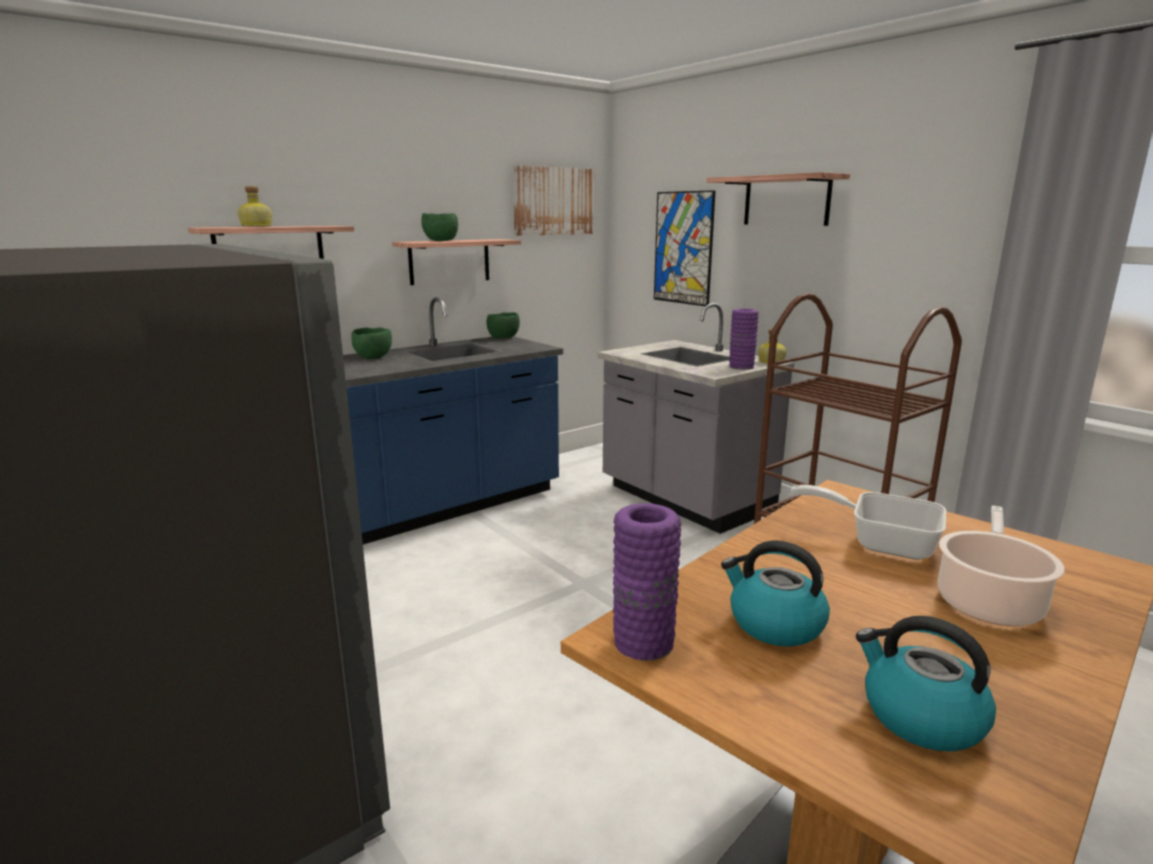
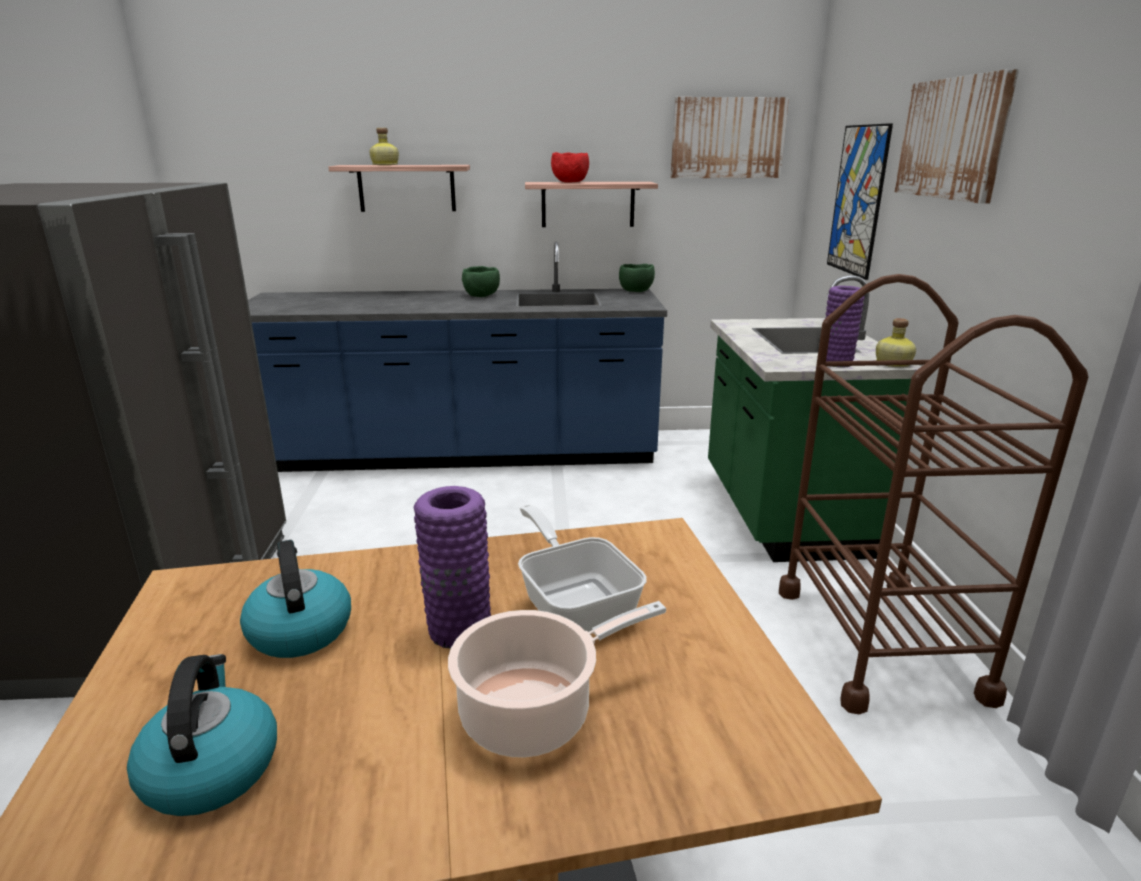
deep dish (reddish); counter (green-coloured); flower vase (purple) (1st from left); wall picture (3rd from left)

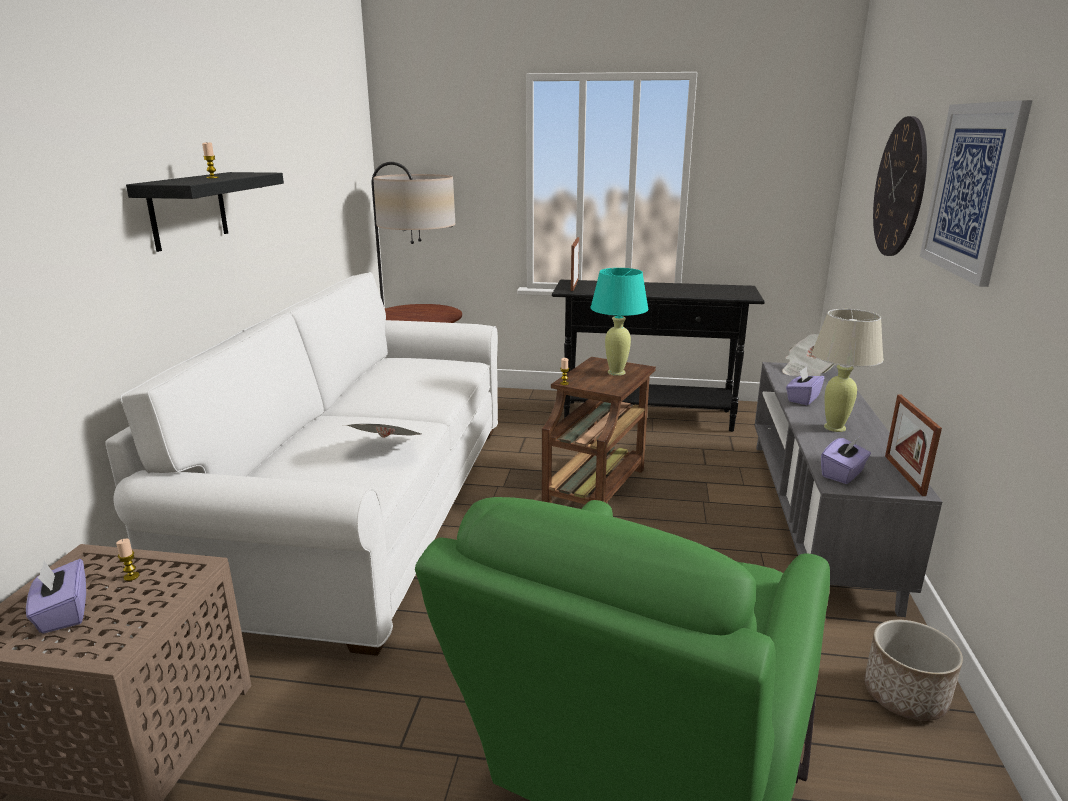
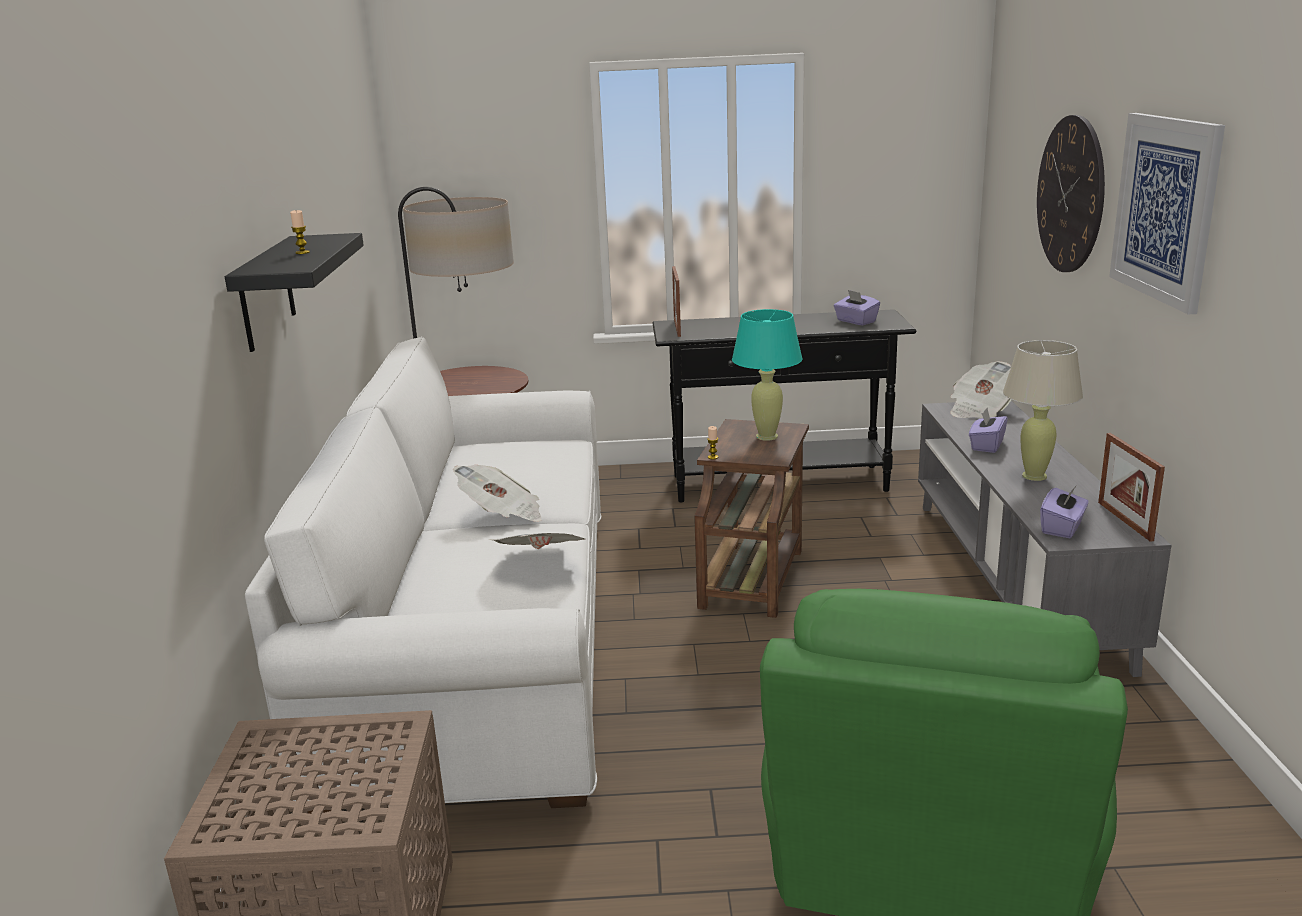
tissue box (purple) (1st from left); wax light (1st from left in the first image); plant pot; newspaper (1st from left)

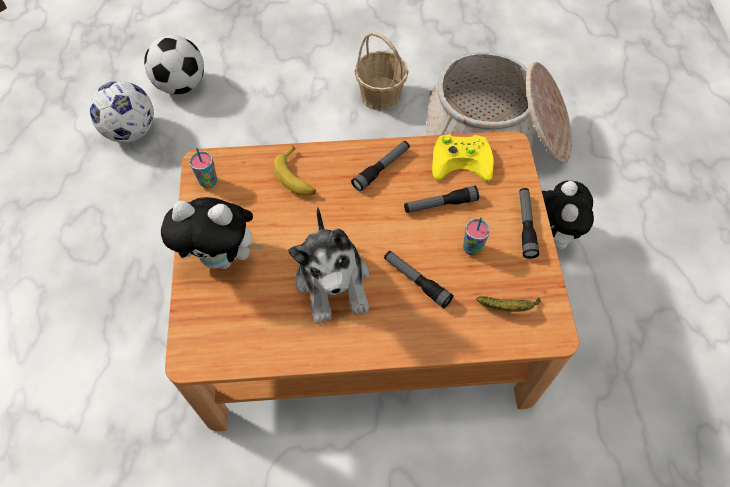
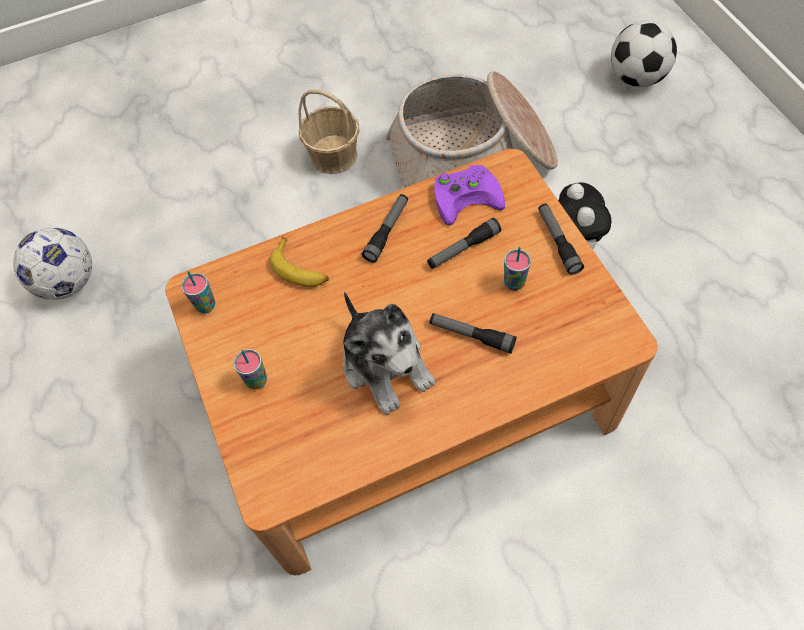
football ball (2nd from left); drinking cup (2nd from left); game controller (purple); whole banana (2nd from left in the first image)

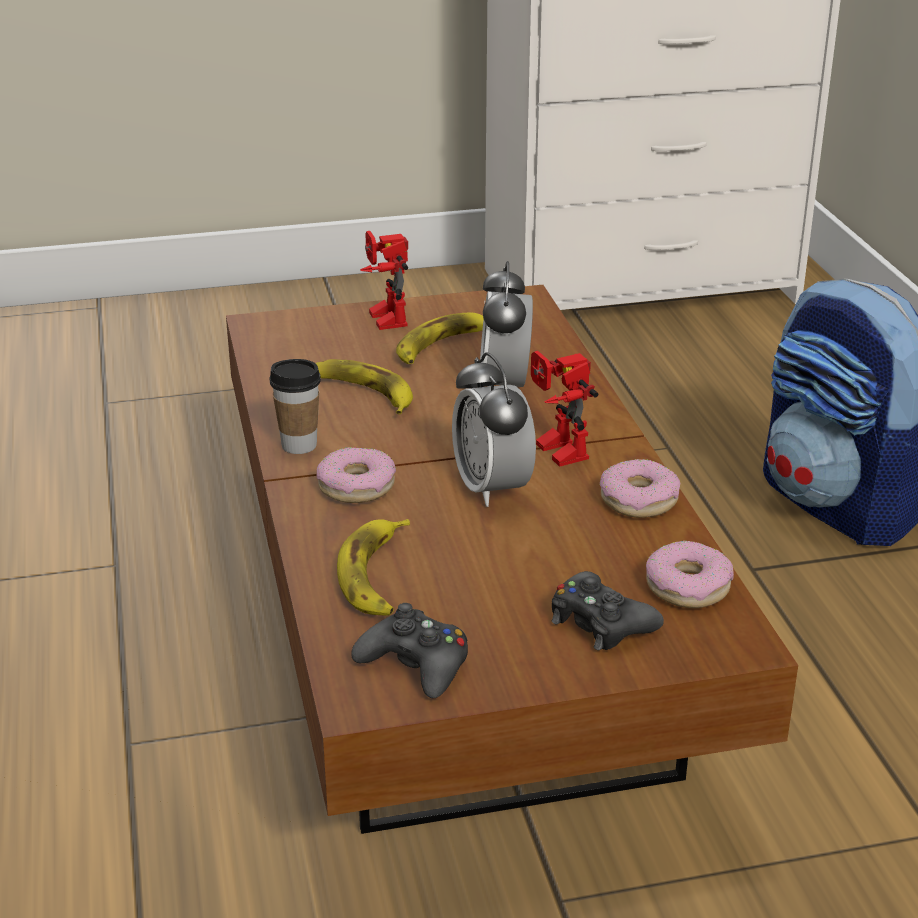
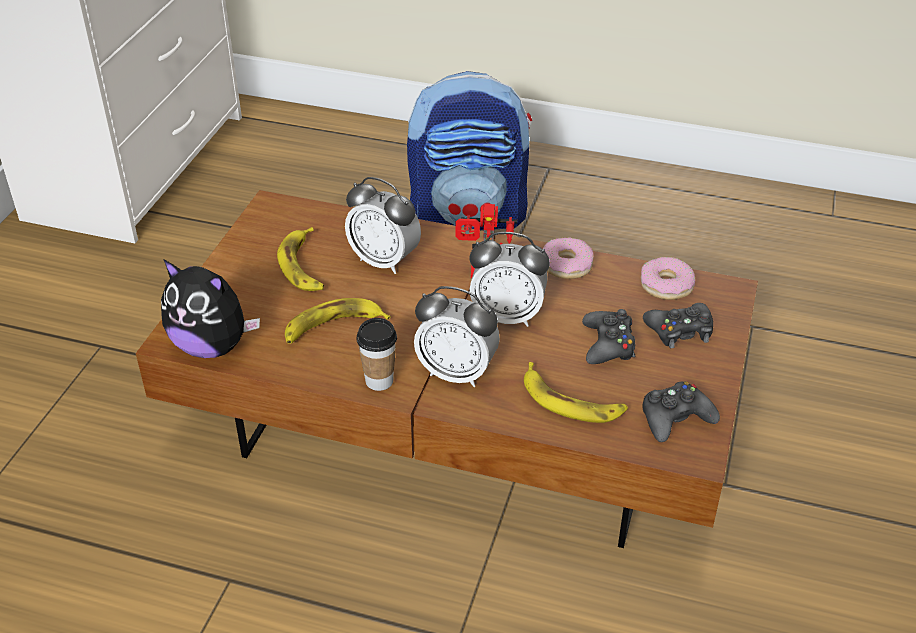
table clock (2nd from left); robot figure (1st from left in the first image); soft toy; game controller (blackish) (1st from left)

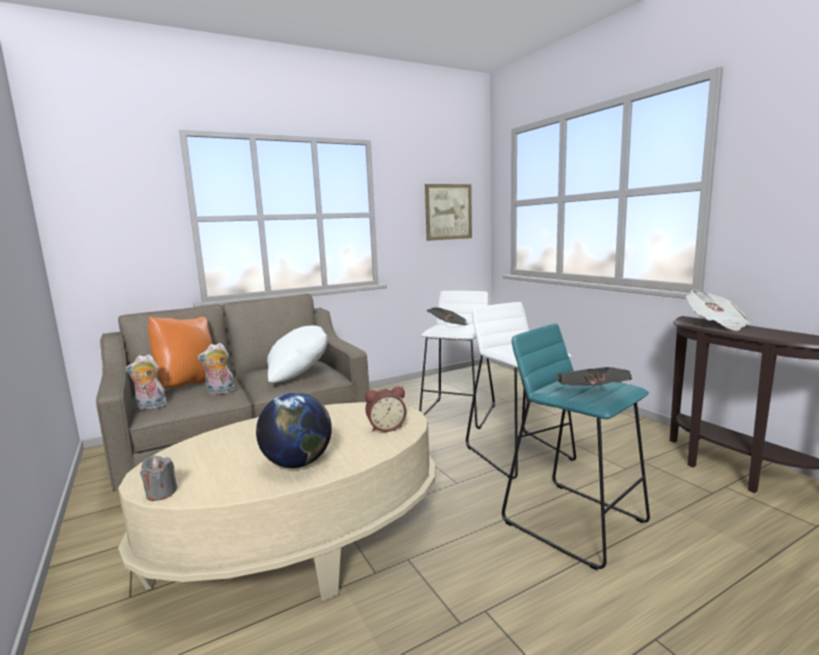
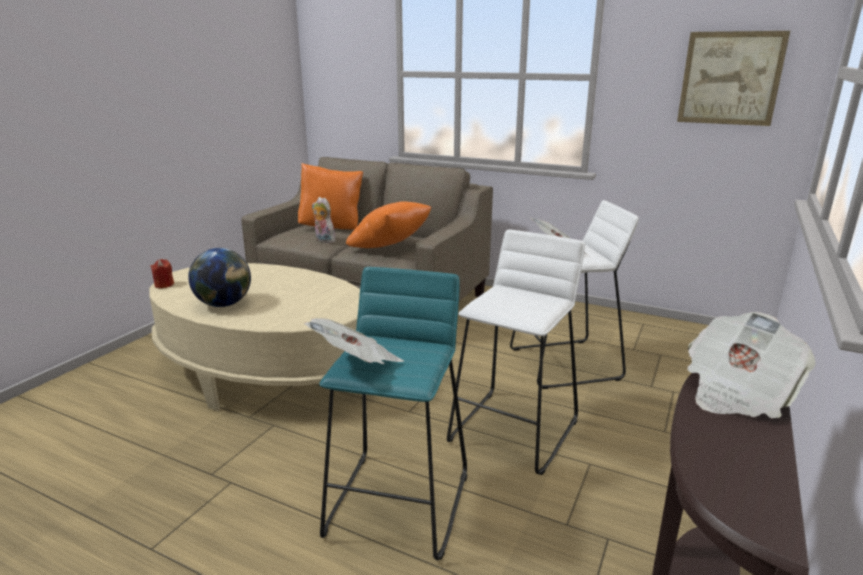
soft toy (1st from left in the first image); wax light (reddish); cushion (orangey) (2nd from left); table clock

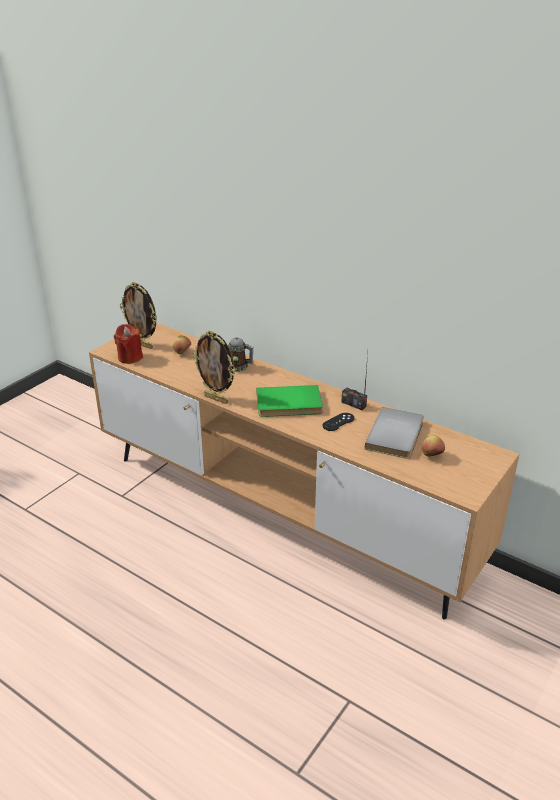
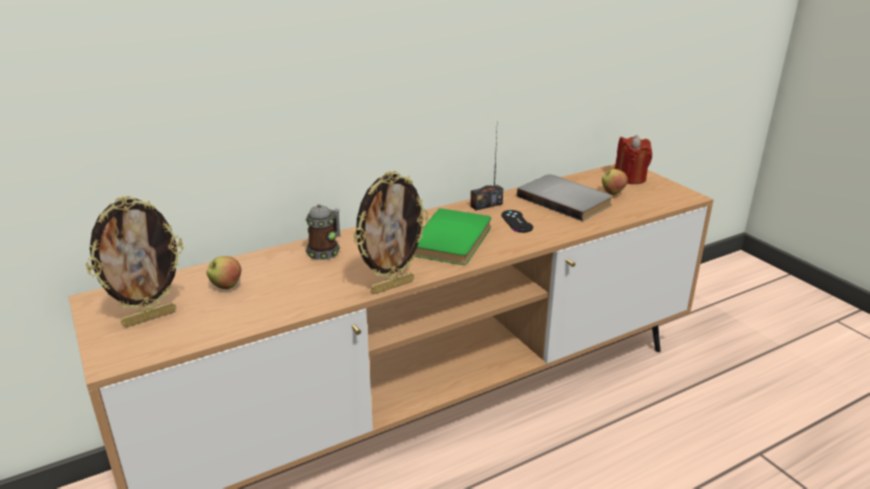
wax light (reddish)

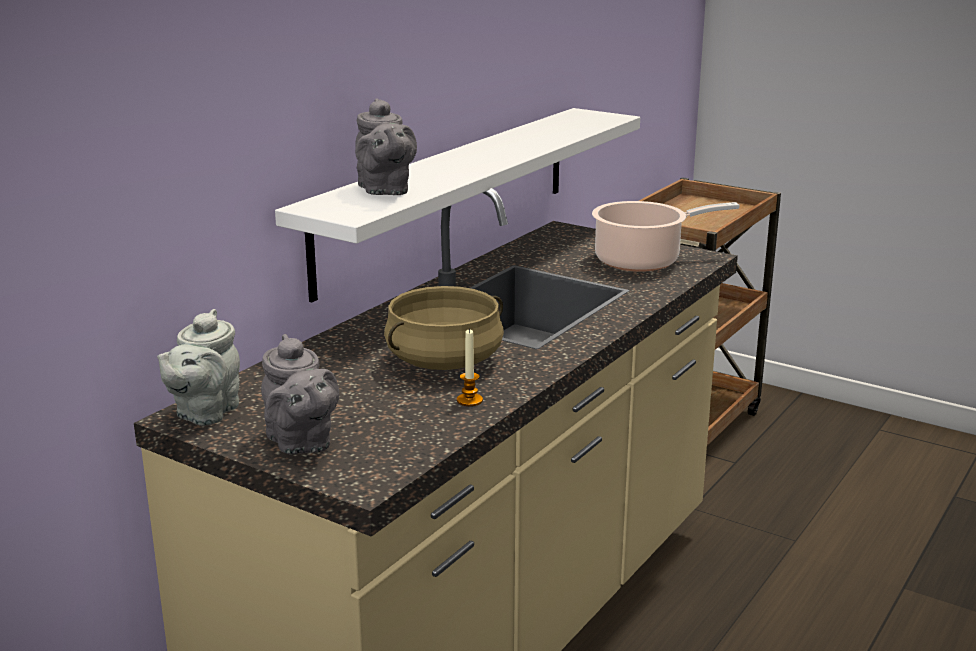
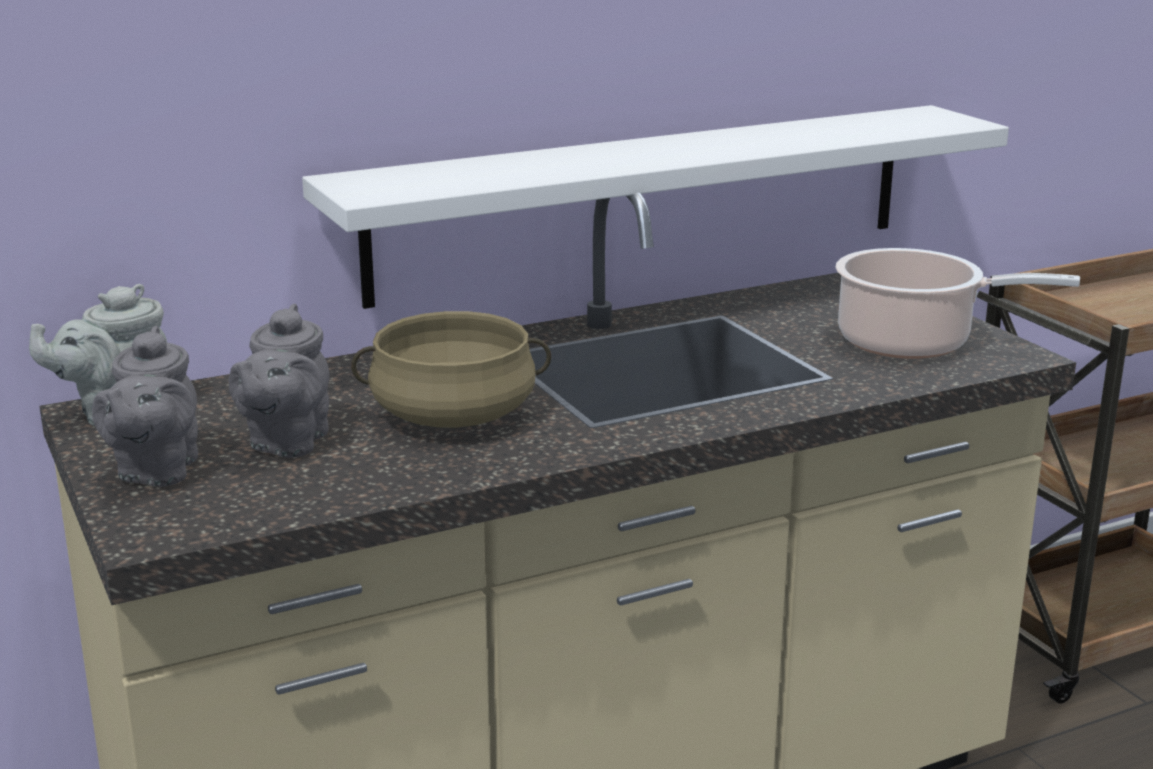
teapot (grey) (3rd from left); wax light

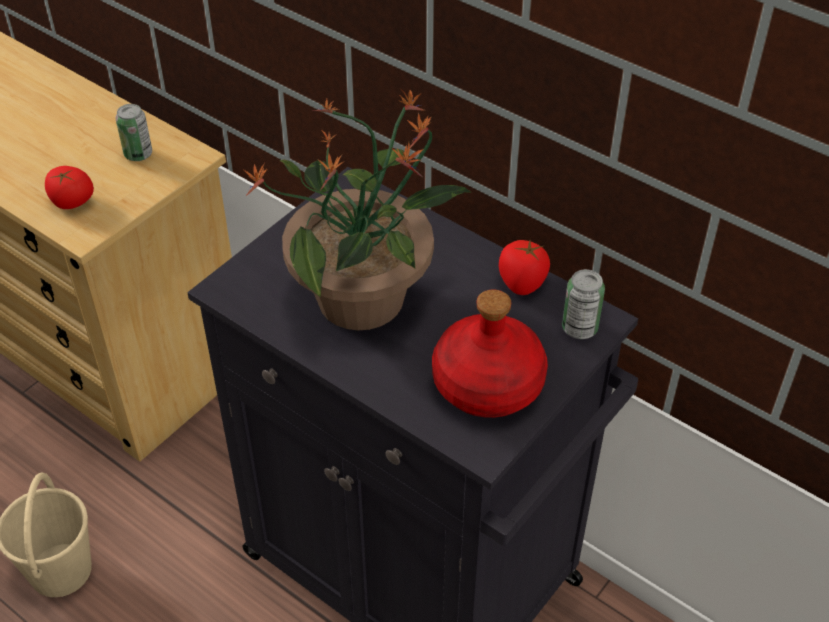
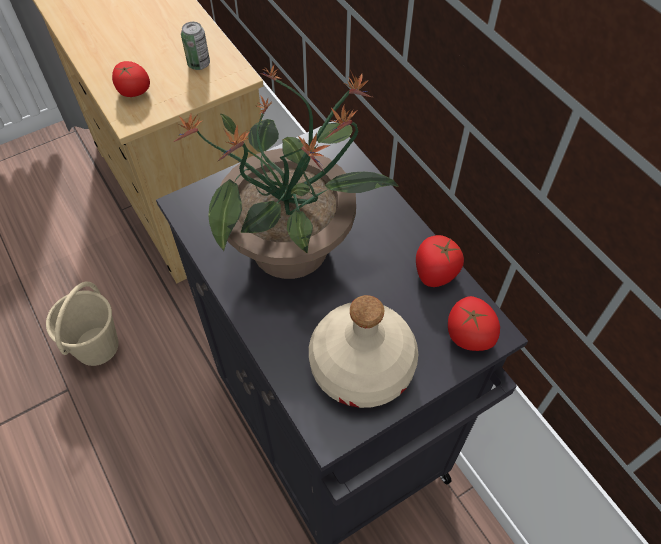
beverage bottle (beige); tomato (3rd from left)

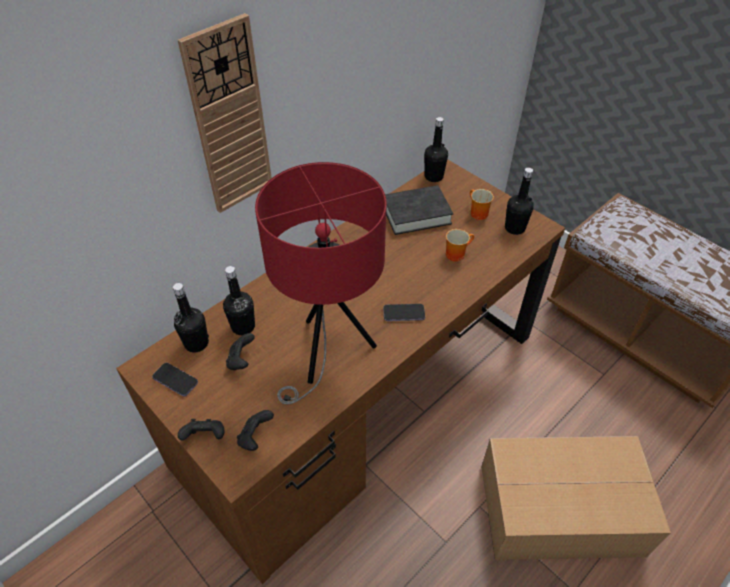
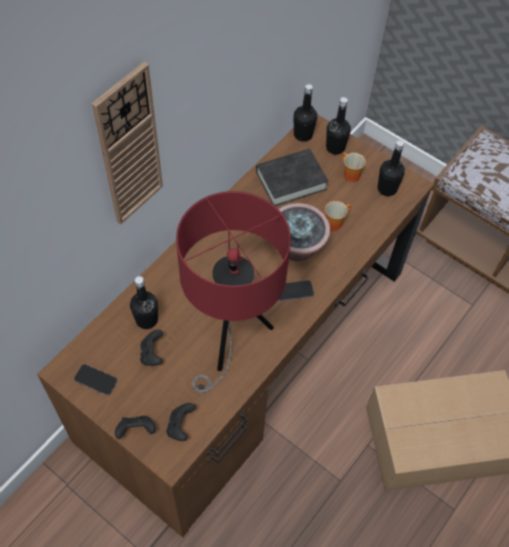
beverage bottle (blackish) (3rd from left); plant in a pot

